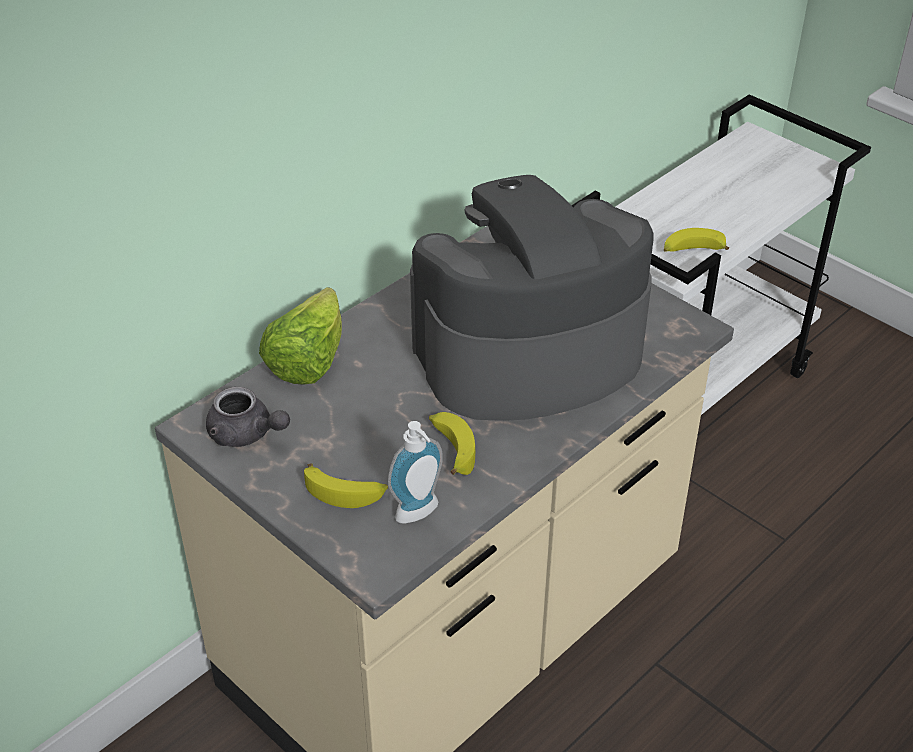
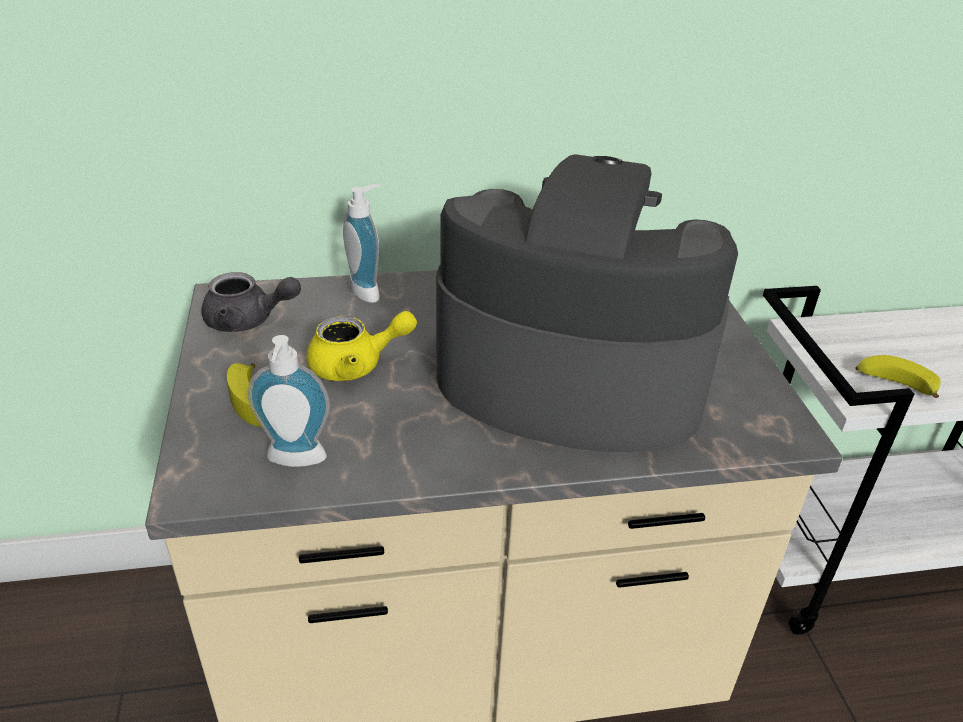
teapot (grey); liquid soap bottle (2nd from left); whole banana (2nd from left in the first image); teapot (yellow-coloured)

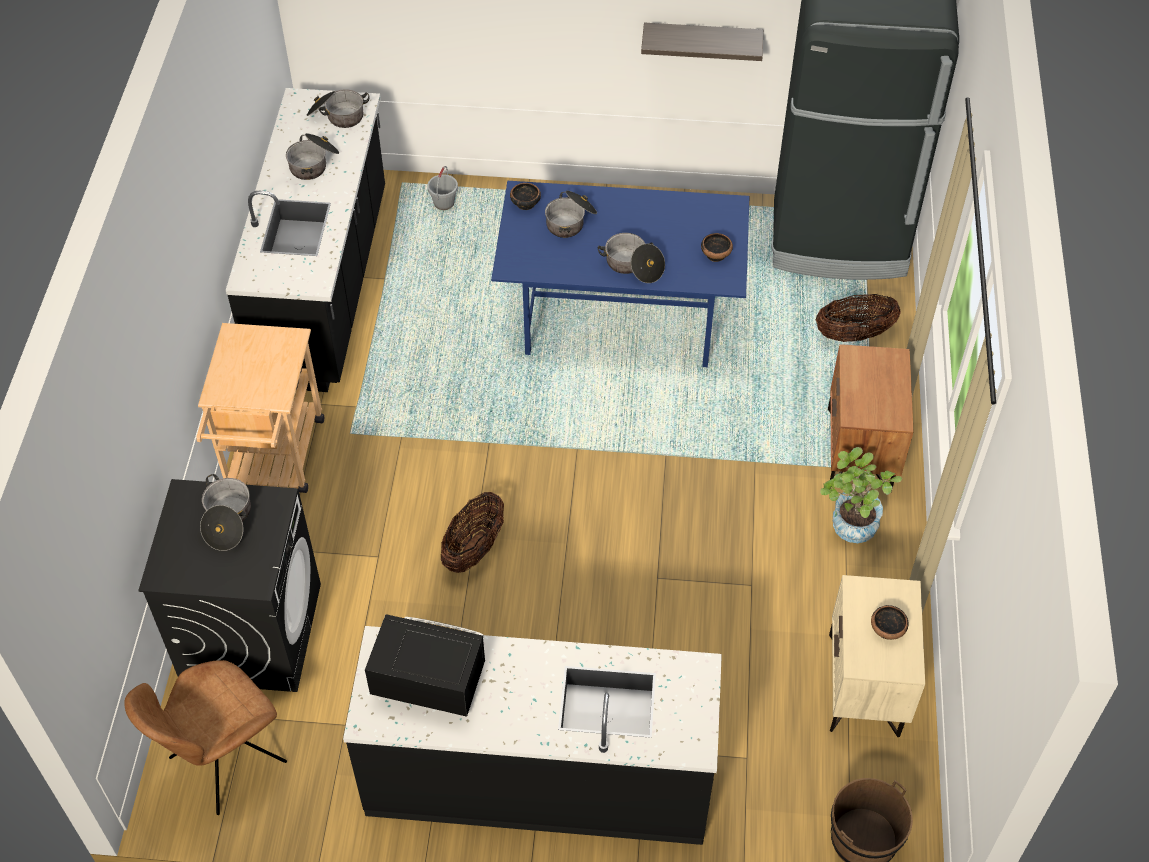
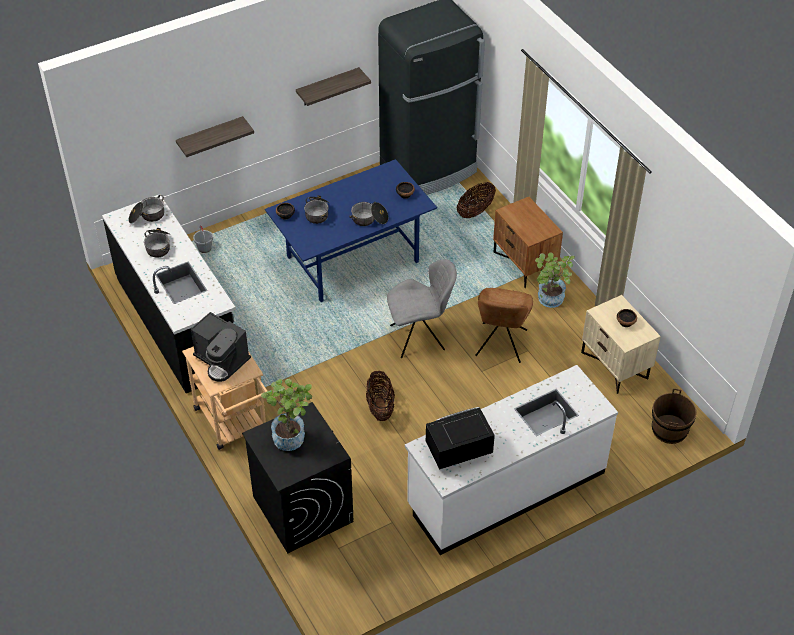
upright chair (brown-coloured); plant in a pot (1st from left); counter (whitish); shelf (1st from left); coffee machine; upright chair (grey)

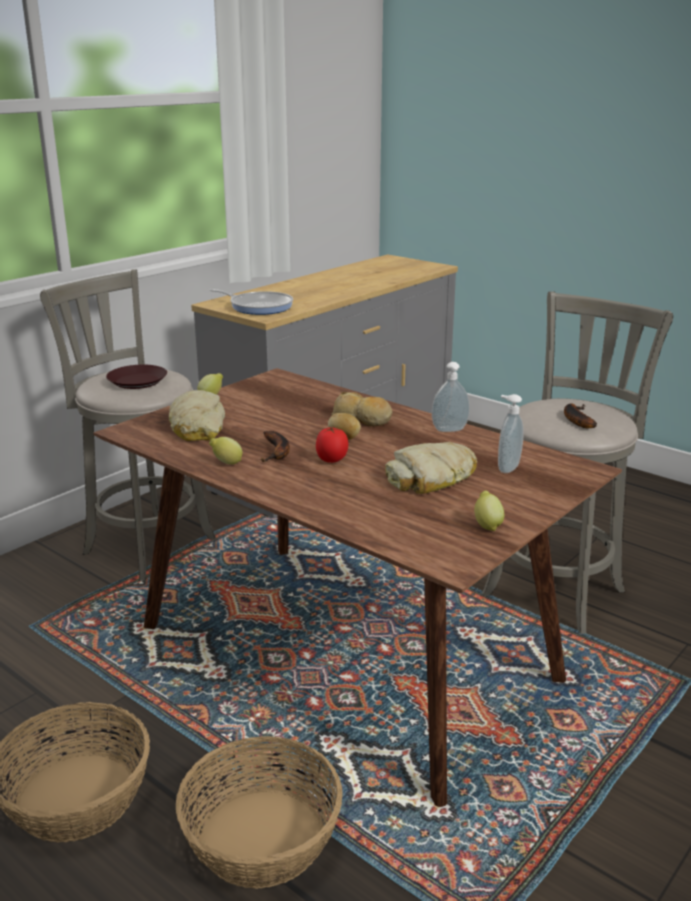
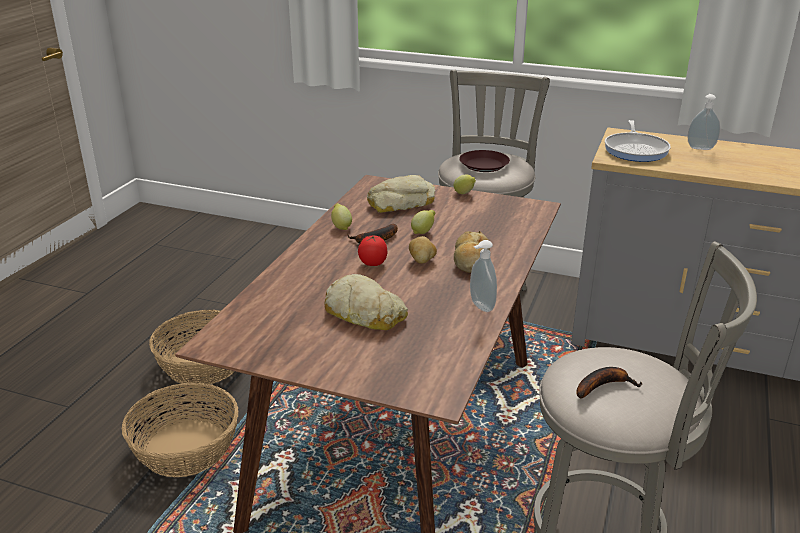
lemon (2nd from left); liquid soap bottle (2nd from left)

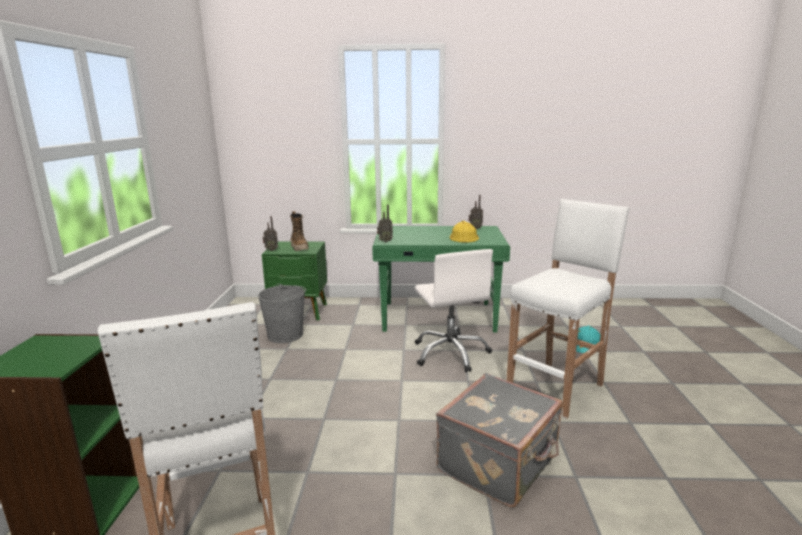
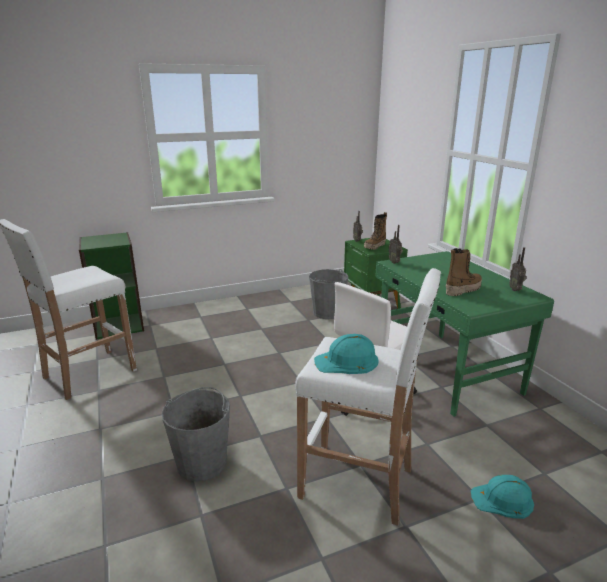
water bucket (grey) (1st from left); high-top boot (2nd from left); safety helmet (turquoise) (1st from left)

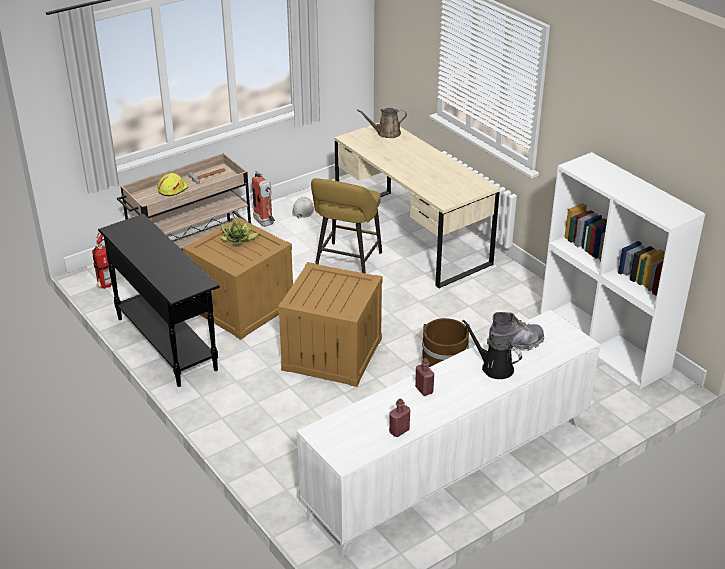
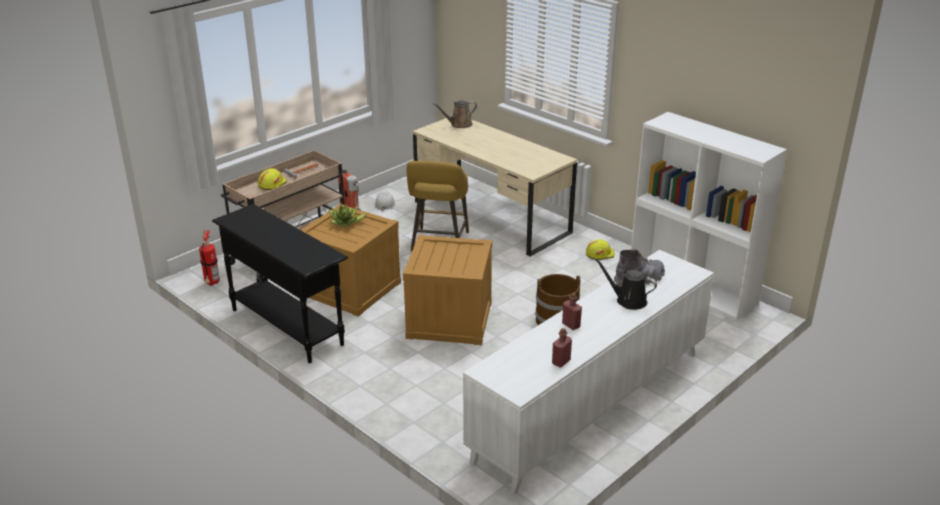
safety helmet (yellow-coloured) (2nd from left)

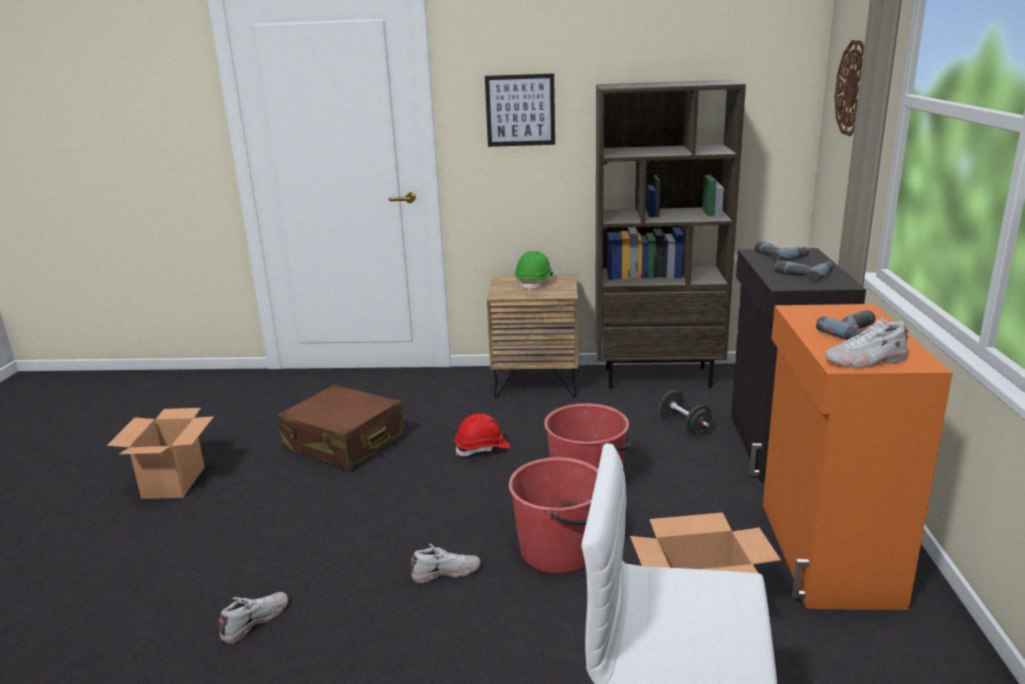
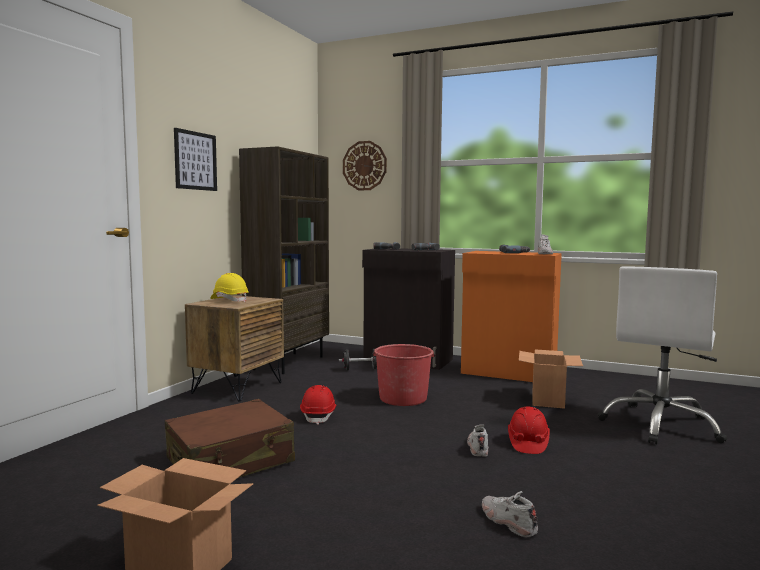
water bucket (reddish) (1st from left in the first image); safety helmet (yellow-coloured); safety helmet (reddish) (2nd from left)

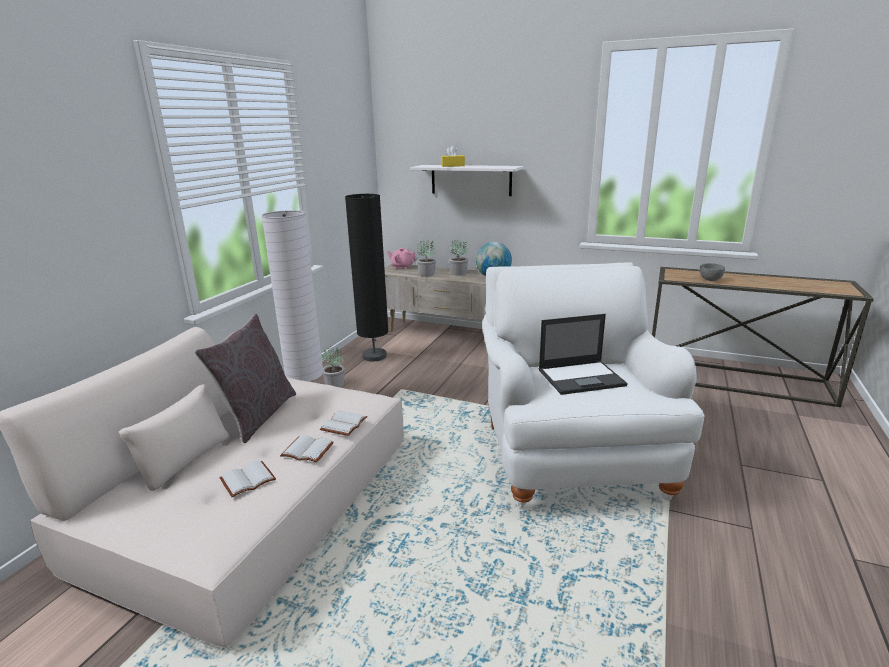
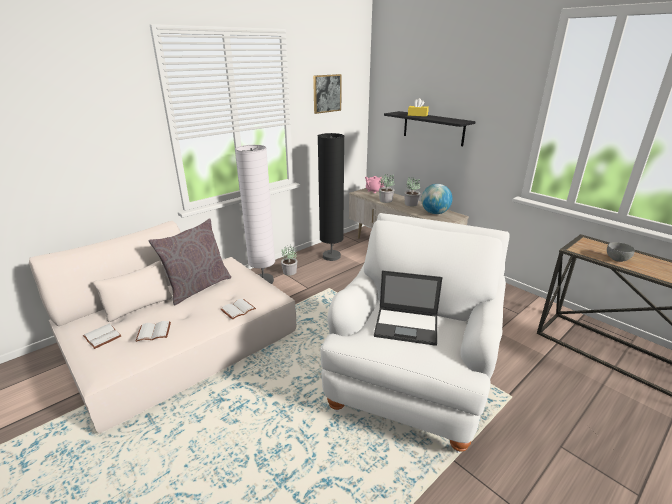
bound book (whitish) (1st from left); shelf (blackish); wall picture

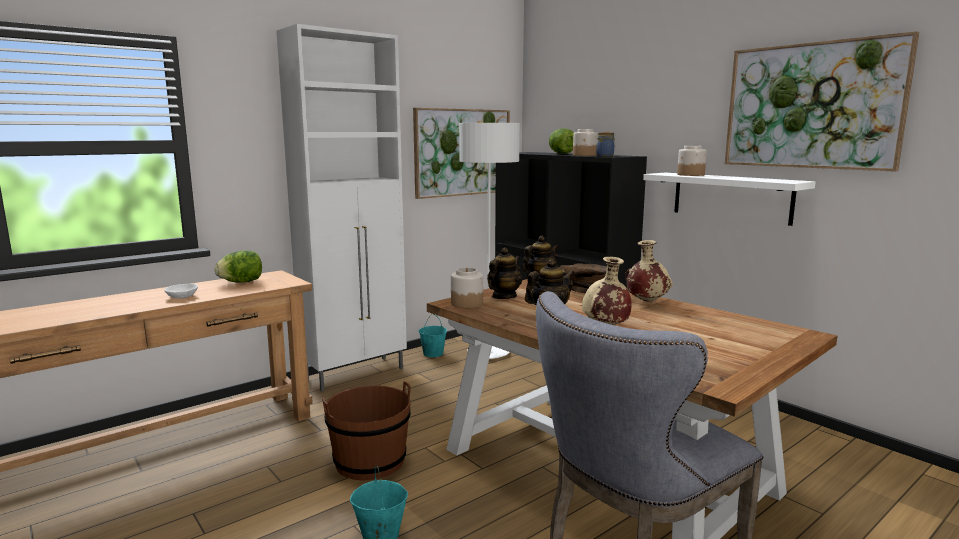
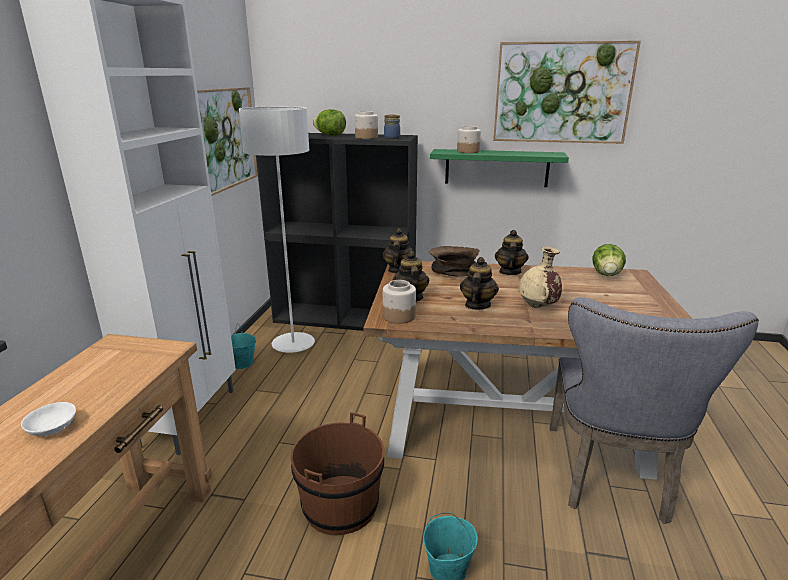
head of lettuce (2nd from left); teapot (4th from left); shelf (green-coloured)

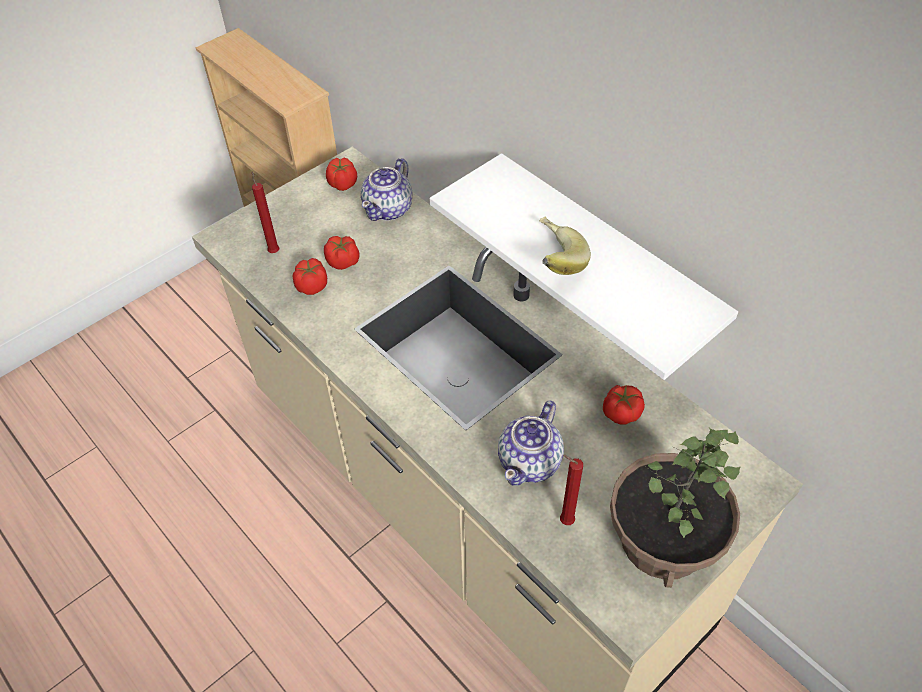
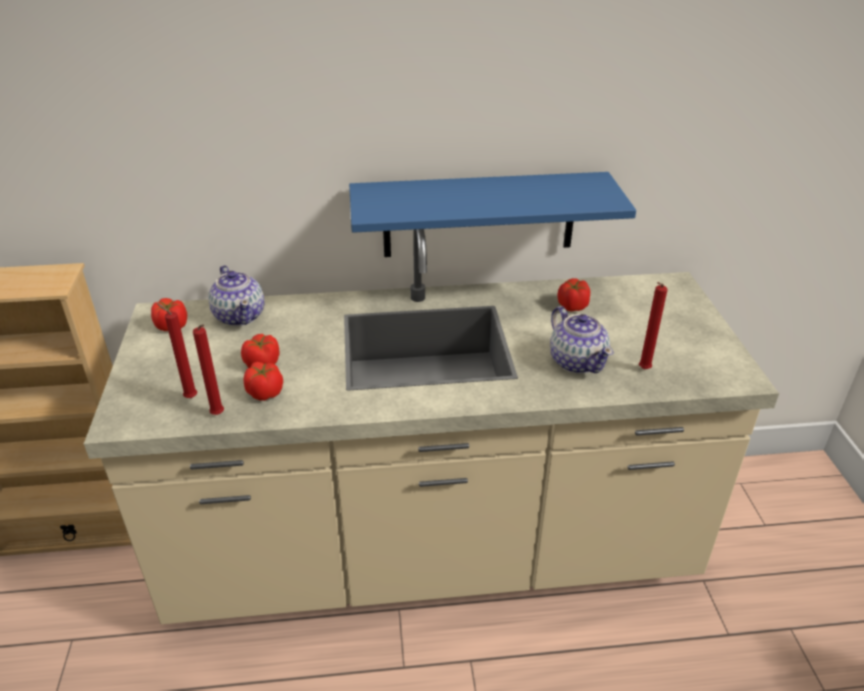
shelf (bluish); whole banana; plant in a pot; wax light (reddish) (2nd from left)

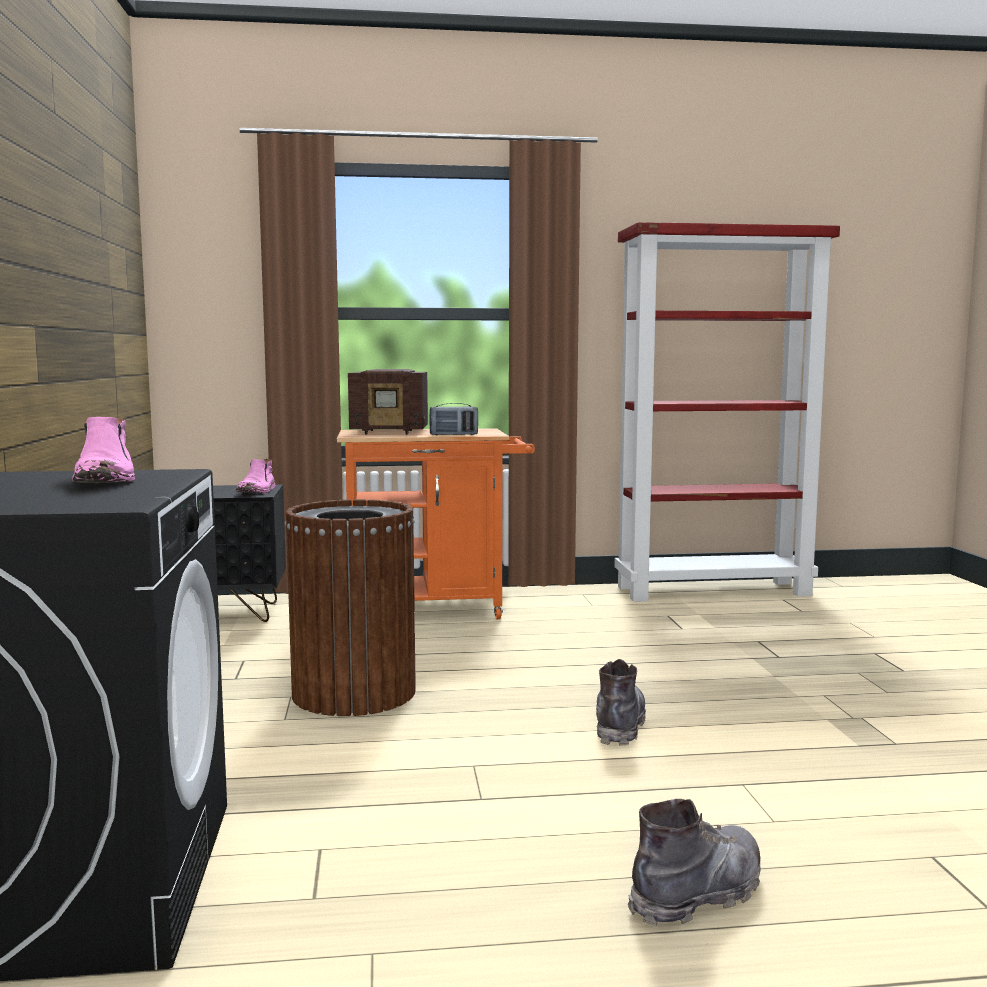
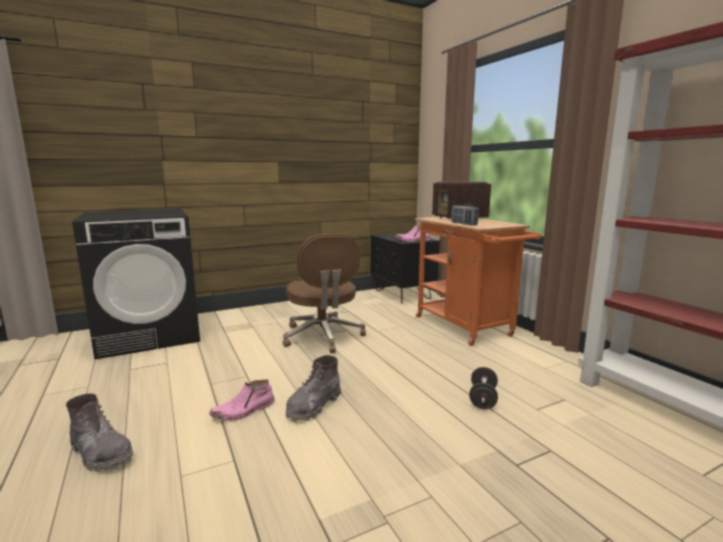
high-top boot (pink-coloured) (1st from left); computer chair (brown-coloured); high-top boot (grey) (2nd from left); dumbbell (blackish)

